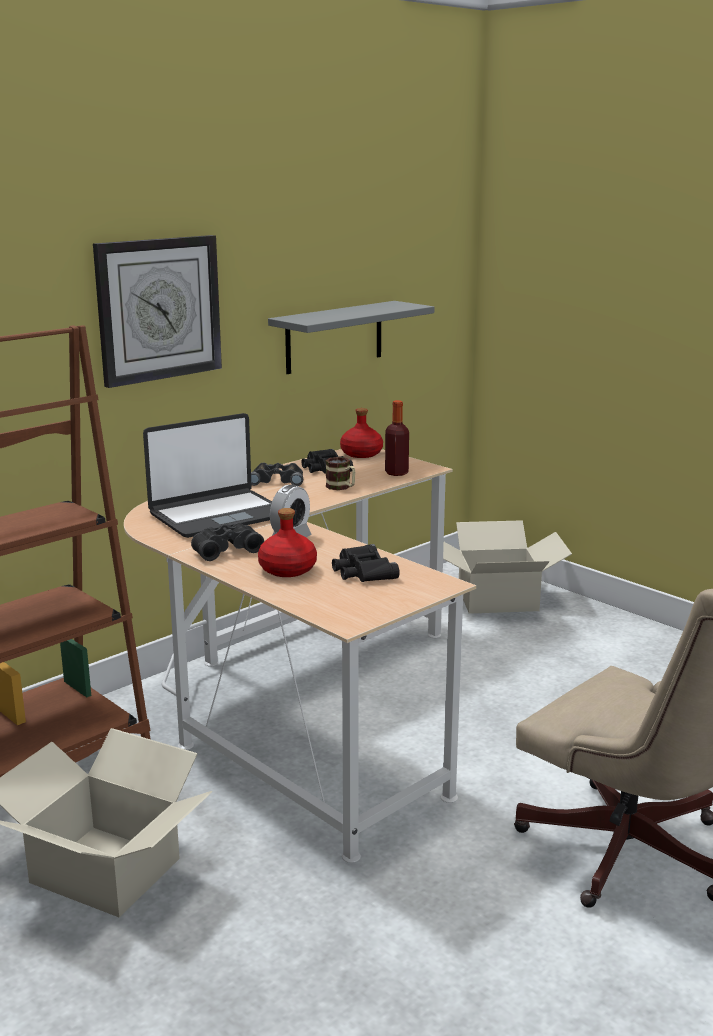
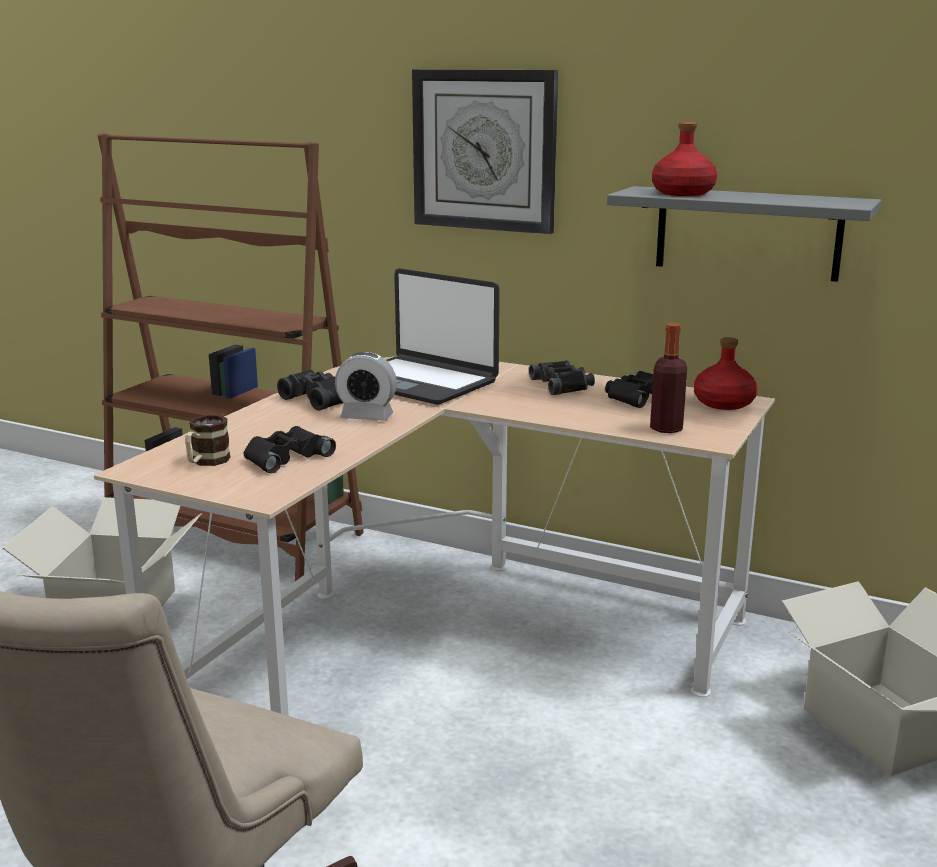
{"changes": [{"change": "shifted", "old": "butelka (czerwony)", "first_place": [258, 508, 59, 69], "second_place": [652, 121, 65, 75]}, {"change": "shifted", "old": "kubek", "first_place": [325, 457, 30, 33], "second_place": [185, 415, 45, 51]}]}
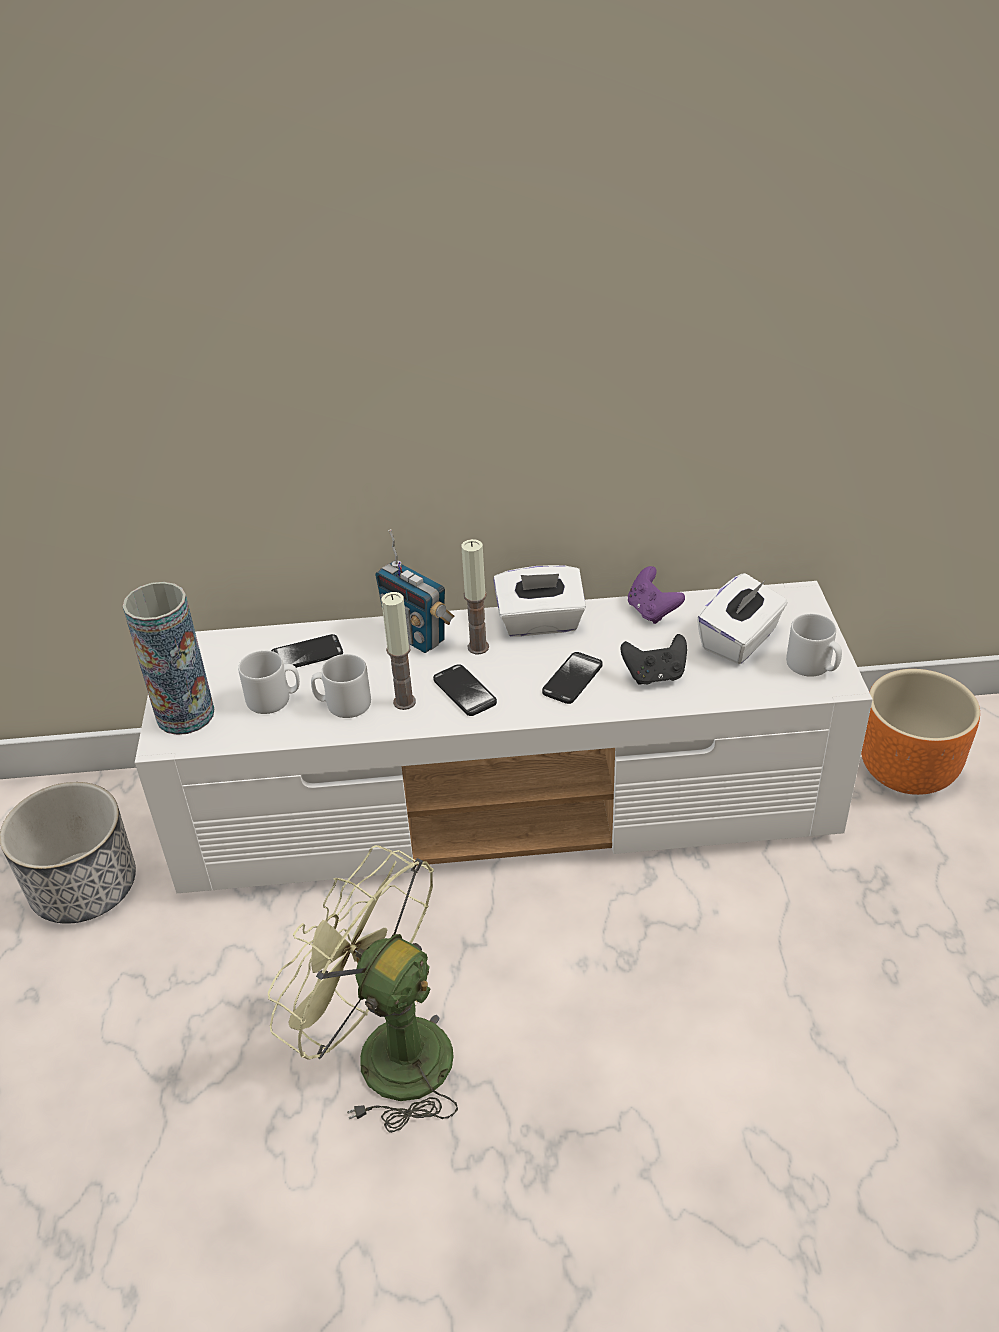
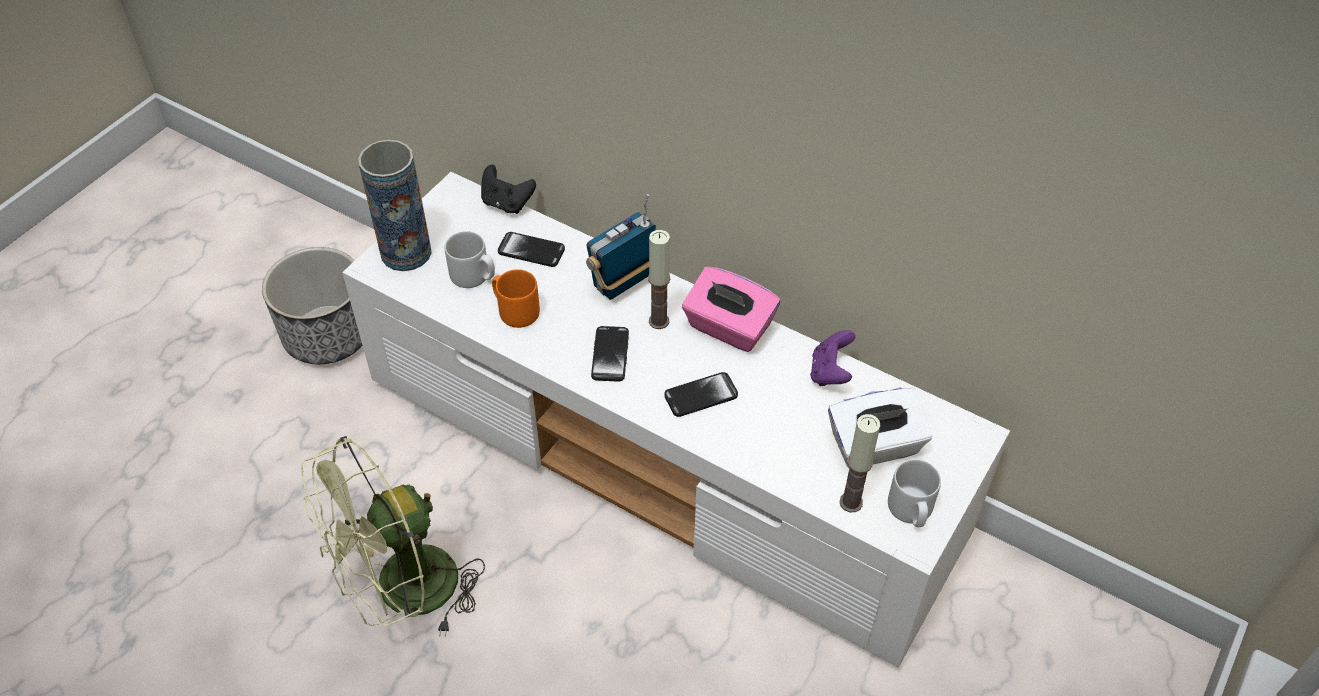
{"changes": [{"change": "gone", "old": "donica (pomarańczowy)", "first_place": [861, 669, 119, 126]}, {"change": "shifted", "old": "świeca", "first_place": [381, 592, 35, 118], "second_place": [839, 414, 41, 98]}, {"change": "shifted", "old": "pad do gier (czarny)", "first_place": [620, 634, 67, 51], "second_place": [481, 165, 55, 49]}, {"change": "repainted", "old": "kubek (szary)", "new": "kubek (pomarańczowy)", "first_place": [311, 654, 60, 64], "second_place": [492, 269, 48, 59]}, {"change": "repainted", "old": "pudełko chusteczek (biały)", "new": "pudełko chusteczek (różowy)", "first_place": [494, 565, 92, 72], "second_place": [682, 266, 98, 86]}, {"change": "rotated", "old": "wentylator (zielony)", "first_place": [268, 845, 190, 288], "second_place": [301, 436, 184, 201], "degrees": -105}, {"change": "rotated", "old": "radio", "first_place": [375, 529, 79, 124], "second_place": [586, 194, 70, 106], "degrees": 60}]}
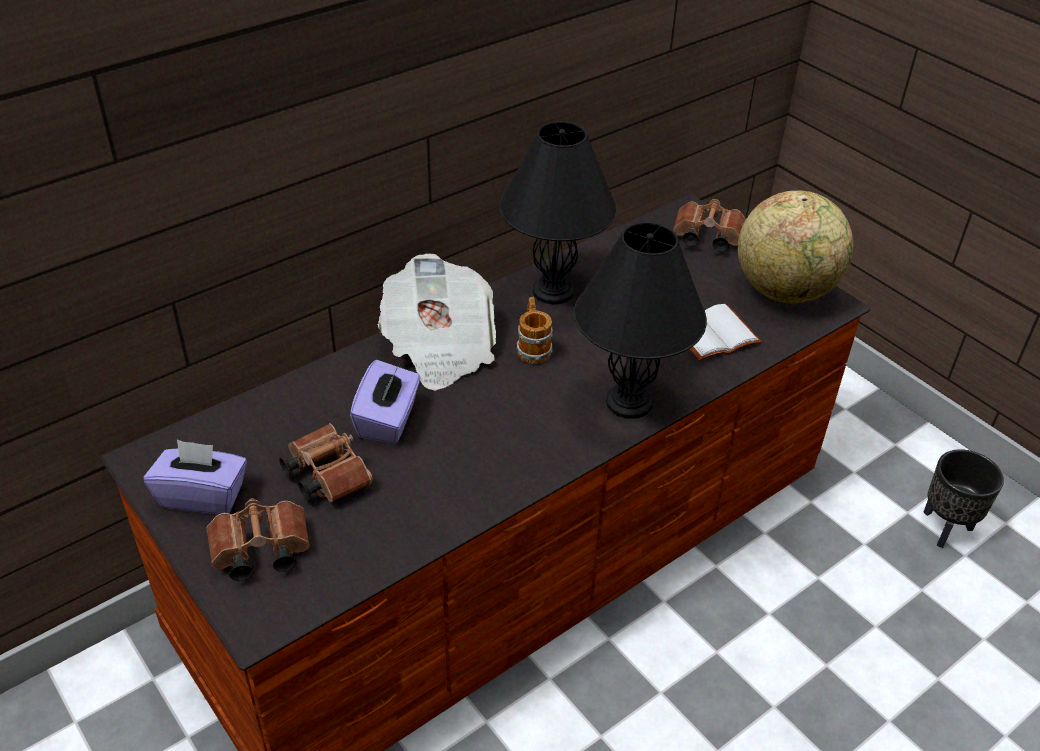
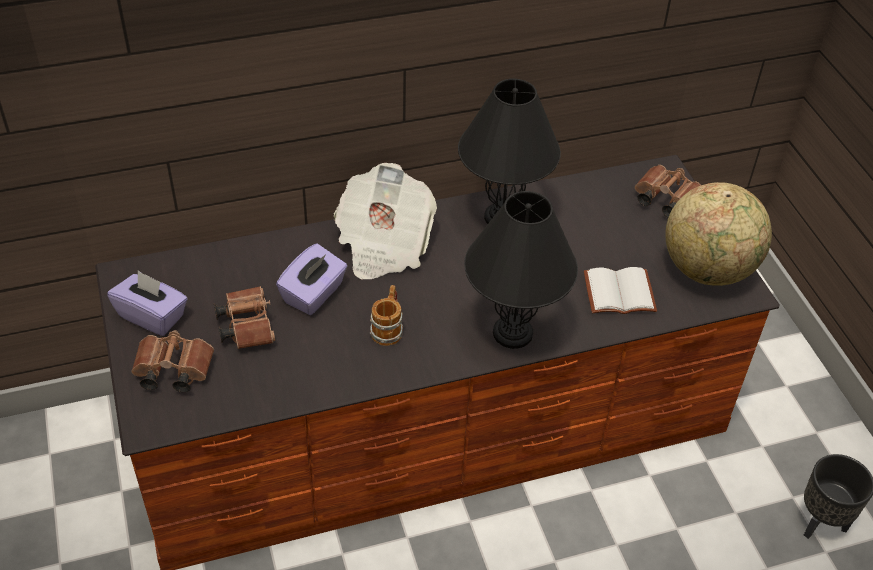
{"changes": [{"change": "shifted", "old": "kubek", "first_place": [517, 297, 36, 67], "second_place": [370, 285, 33, 61]}]}
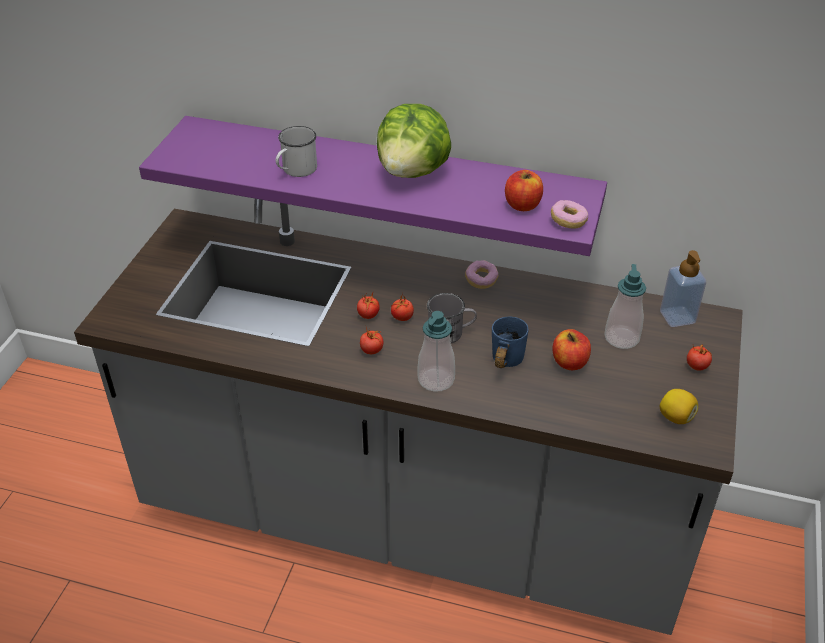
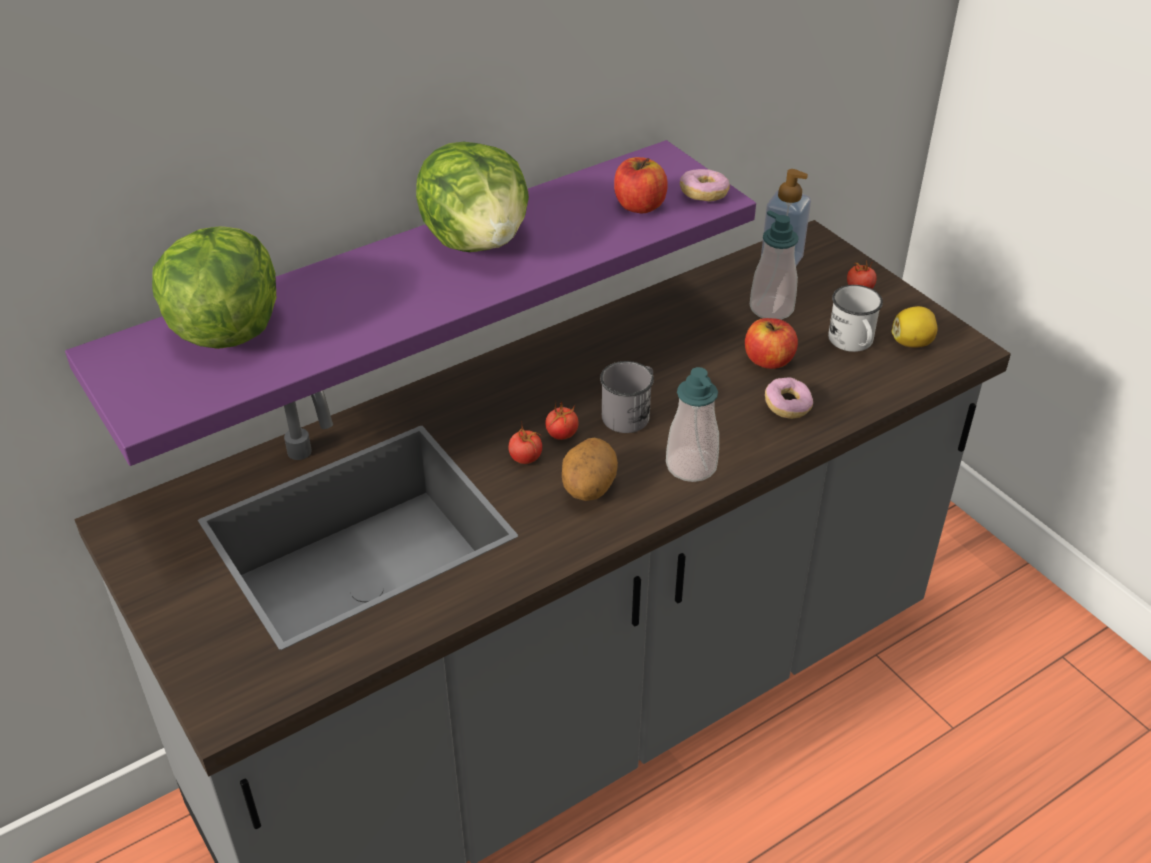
{"changes": [{"change": "gone", "old": "kubek (niebieski)", "first_place": [492, 317, 37, 51]}, {"change": "new", "new": "sałata", "second_place": [152, 226, 124, 123]}, {"change": "shifted", "old": "kubek (biały)", "first_place": [276, 126, 41, 51], "second_place": [828, 285, 55, 67]}, {"change": "shifted", "old": "donut", "first_place": [465, 260, 33, 29], "second_place": [765, 377, 48, 42]}, {"change": "swapped", "old": "pomidor", "new": "ziemniak", "first_place": [360, 327, 23, 27], "second_place": [562, 438, 56, 63]}]}
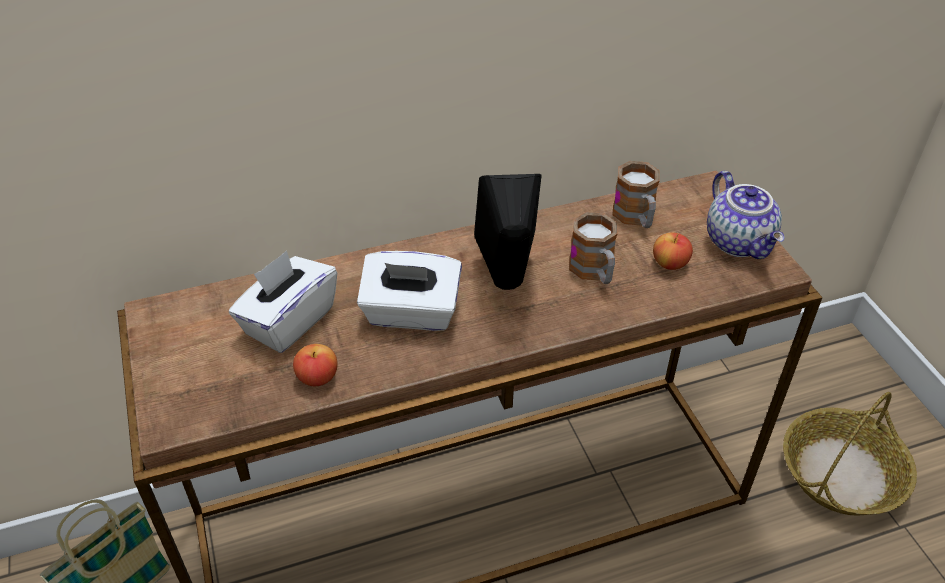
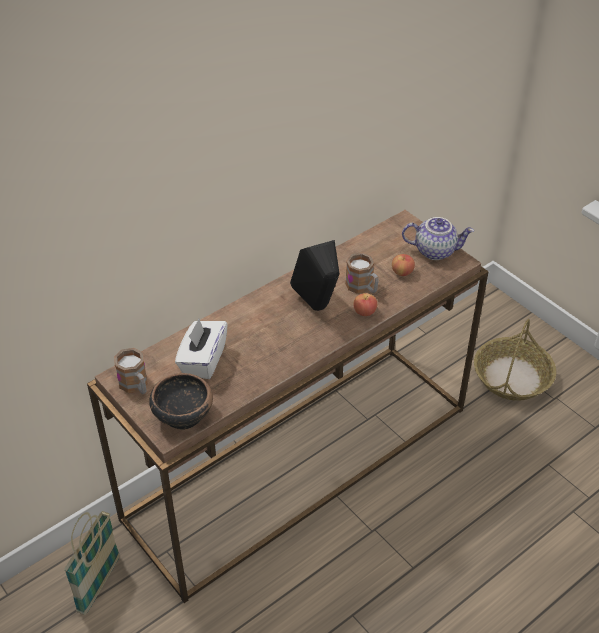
{"changes": [{"change": "gone", "old": "pudełko chusteczek (biały)", "first_place": [357, 251, 105, 80]}, {"change": "new", "new": "miska", "second_place": [149, 373, 64, 57]}, {"change": "shifted", "old": "jabłko", "first_place": [293, 344, 45, 42], "second_place": [353, 293, 24, 23]}, {"change": "shifted", "old": "kubek", "first_place": [613, 161, 47, 67], "second_place": [114, 348, 34, 46]}, {"change": "rotated", "old": "imbryk", "first_place": [707, 171, 77, 88], "second_place": [402, 217, 72, 43], "degrees": -45}]}
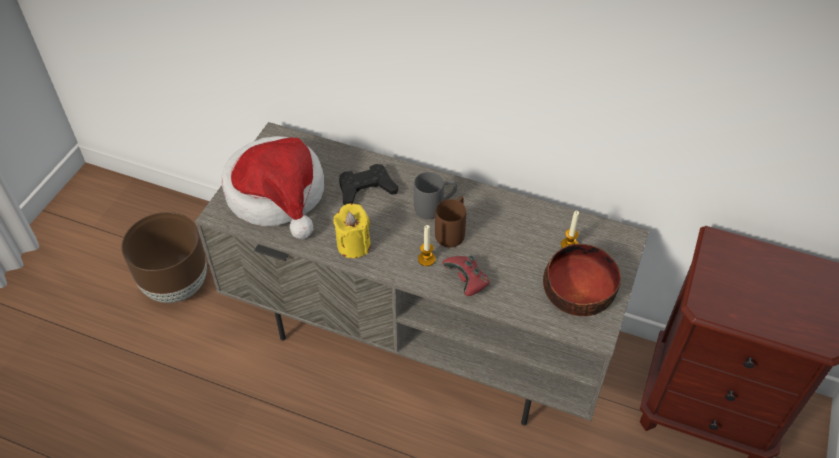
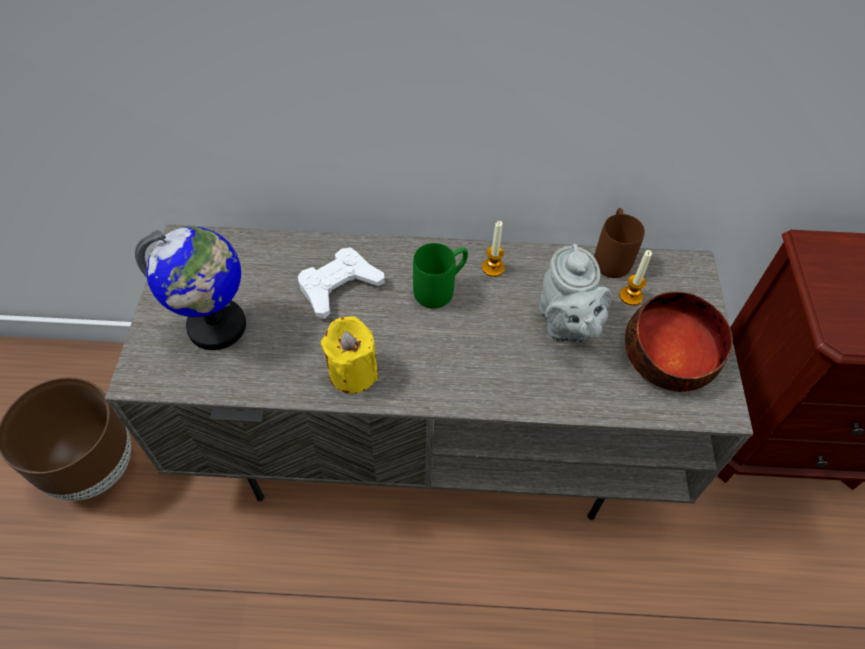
{"changes": [{"change": "gone", "old": "pad do gier (czerwony)", "first_place": [443, 255, 47, 41]}, {"change": "new", "new": "imbryk (szary)", "second_place": [539, 244, 72, 99]}, {"change": "shifted", "old": "świeca", "first_place": [418, 225, 18, 41], "second_place": [482, 221, 23, 56]}, {"change": "shifted", "old": "kubek (brązowy)", "first_place": [435, 196, 31, 51], "second_place": [594, 208, 51, 70]}, {"change": "swapped", "old": "kapelusz", "new": "globus", "first_place": [222, 136, 102, 103], "second_place": [135, 227, 111, 123]}, {"change": "repainted", "old": "pad do gier (czarny)", "new": "pad do gier (biały)", "first_place": [339, 164, 59, 41], "second_place": [298, 248, 87, 71]}, {"change": "repainted", "old": "kubek (szary)", "new": "kubek (zielony)", "first_place": [414, 172, 43, 47], "second_place": [413, 243, 55, 66]}]}
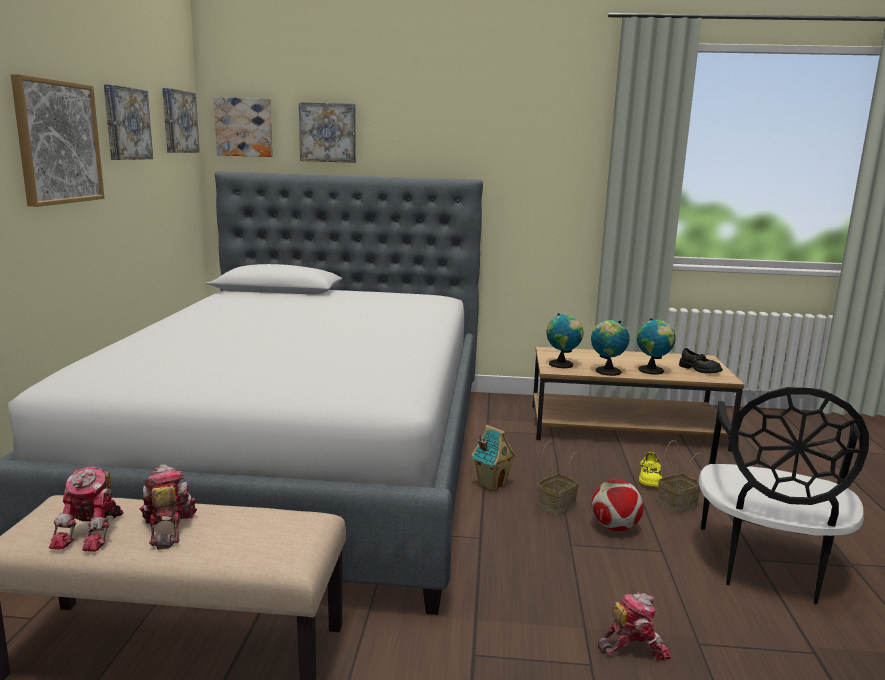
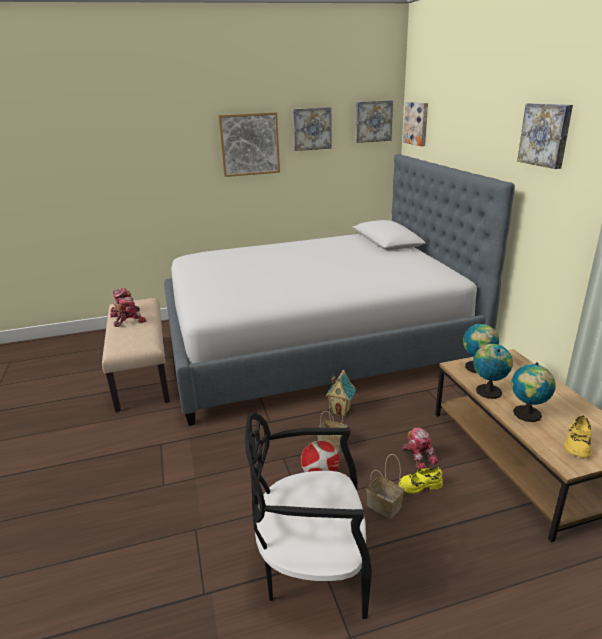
{"changes": [{"change": "shifted", "old": "obraz", "first_place": [299, 102, 57, 61], "second_place": [517, 103, 56, 66]}, {"change": "shifted", "old": "robot zabawkowy", "first_place": [598, 592, 74, 68], "second_place": [402, 427, 37, 42]}, {"change": "repainted", "old": "but (czarny)", "new": "but (żółty)", "first_place": [679, 348, 44, 26], "second_place": [564, 415, 28, 43]}]}
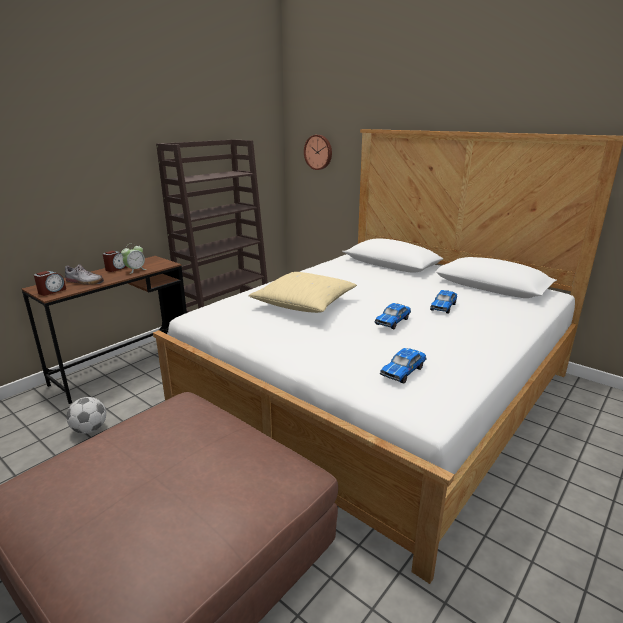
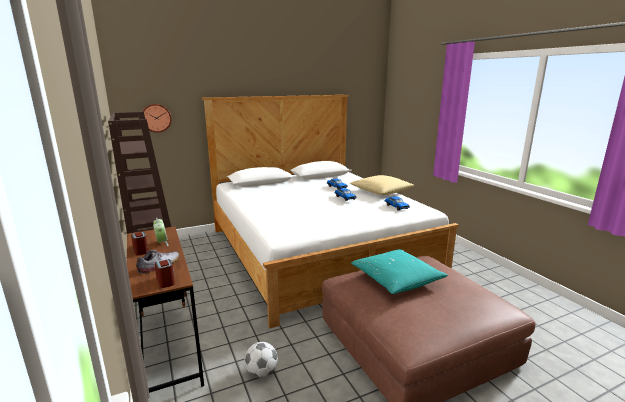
{"changes": [{"change": "new", "new": "poduszka (turkusowy)", "second_place": [351, 249, 97, 45]}, {"change": "shifted", "old": "poduszka (beżowy)", "first_place": [249, 272, 108, 41], "second_place": [350, 175, 64, 20]}]}
